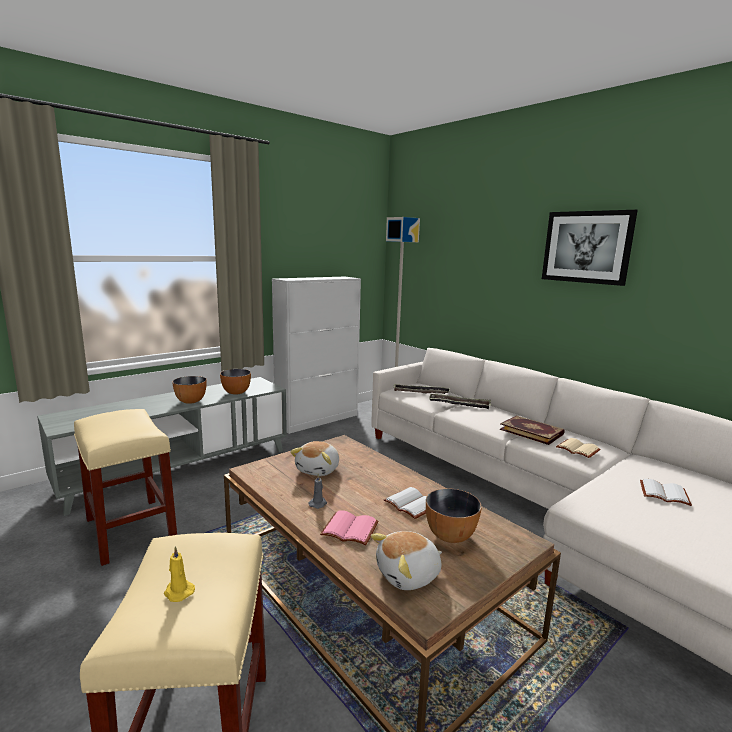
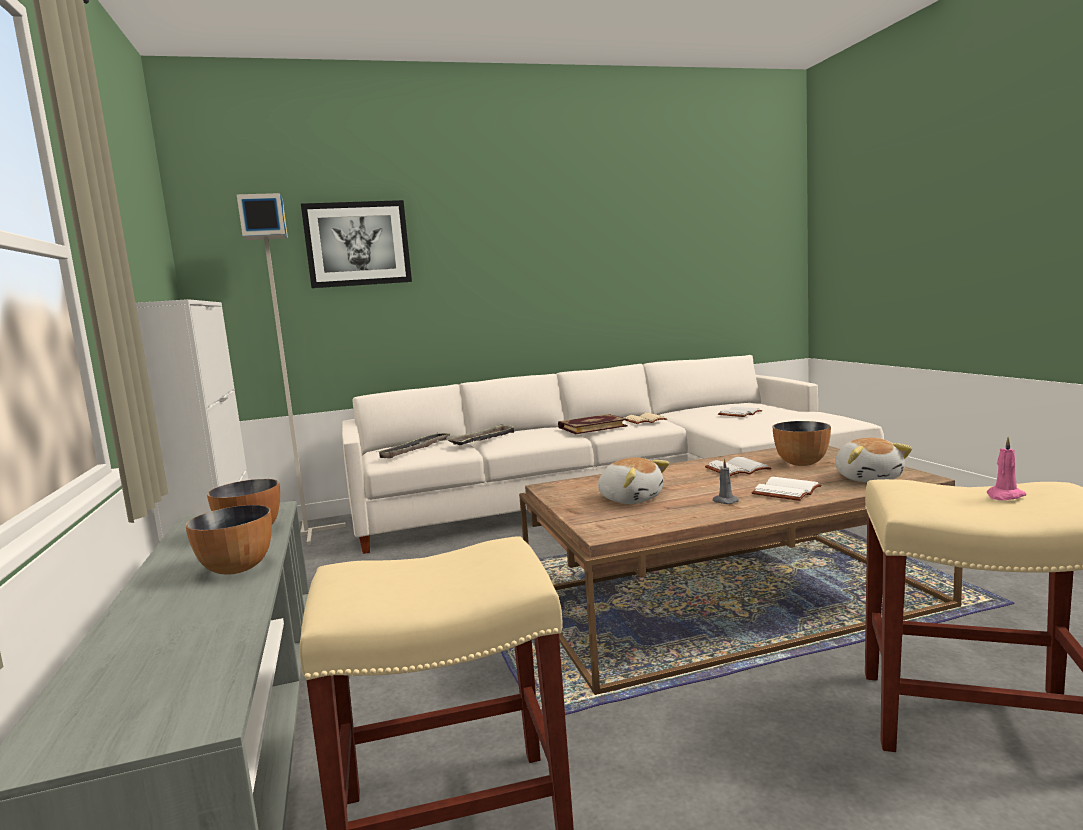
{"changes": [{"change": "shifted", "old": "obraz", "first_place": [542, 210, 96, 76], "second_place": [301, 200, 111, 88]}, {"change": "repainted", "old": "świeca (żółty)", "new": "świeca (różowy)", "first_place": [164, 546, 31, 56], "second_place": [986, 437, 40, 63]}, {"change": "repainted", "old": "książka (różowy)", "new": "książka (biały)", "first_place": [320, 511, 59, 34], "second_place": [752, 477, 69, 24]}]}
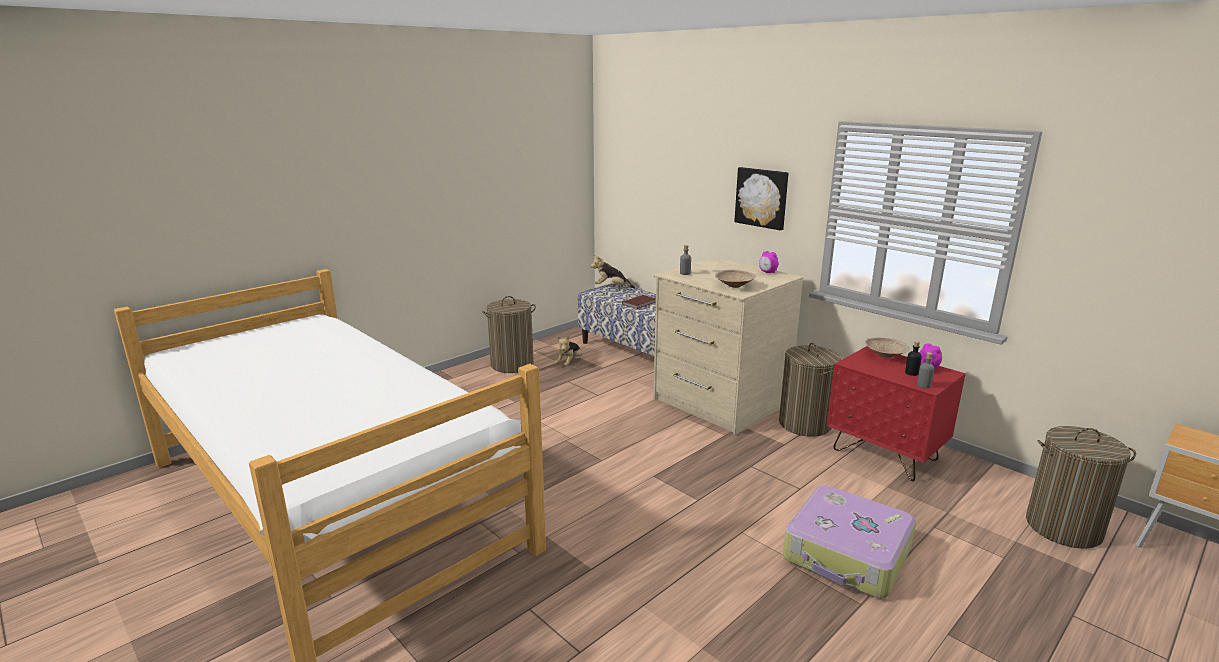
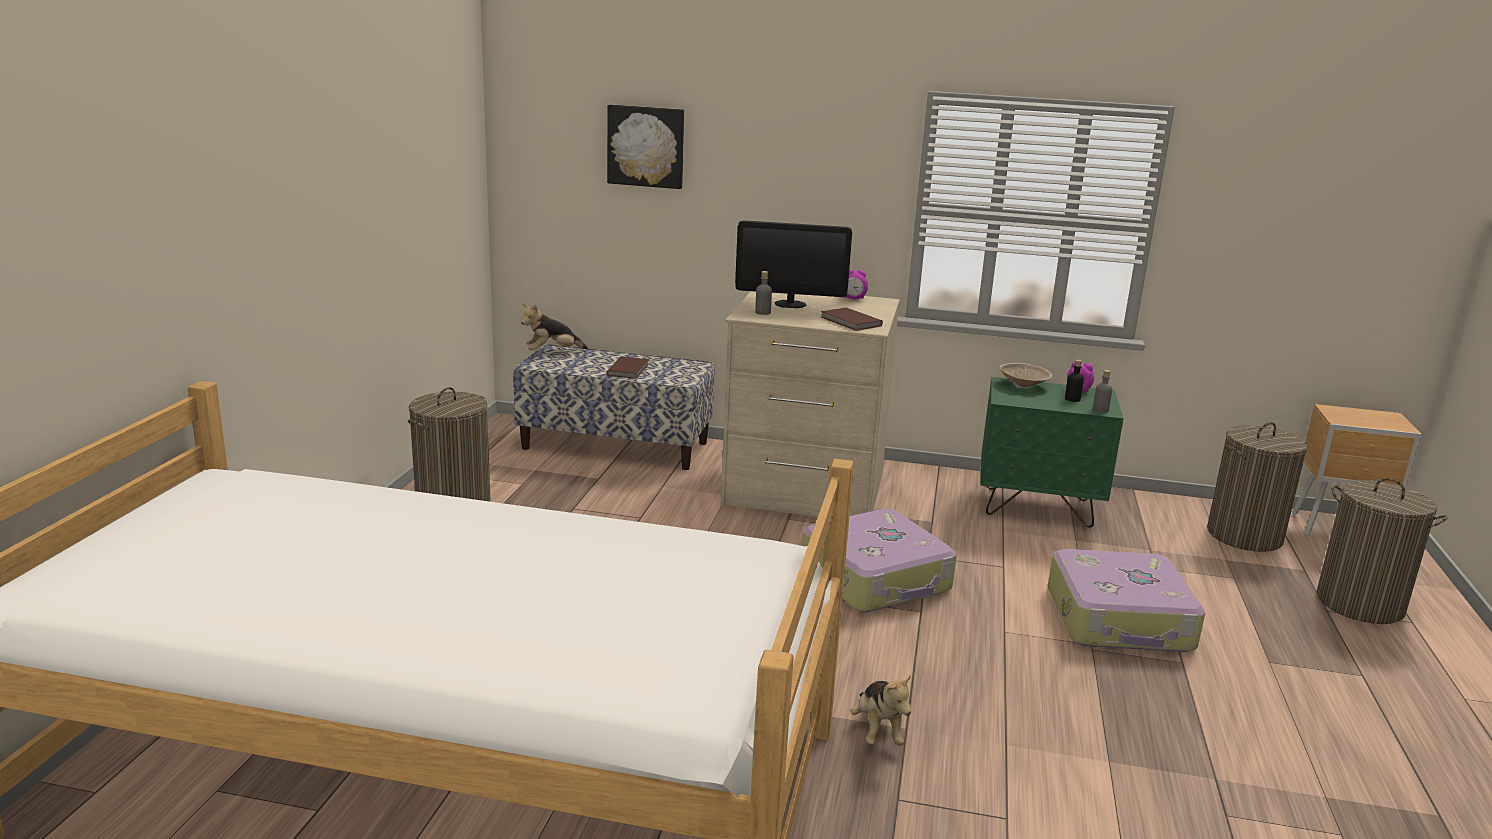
{"changes": [{"change": "new", "new": "monitor", "second_place": [735, 220, 117, 88]}, {"change": "new", "new": "walizka", "second_place": [802, 509, 155, 103]}, {"change": "shifted", "old": "pluszak", "first_place": [555, 336, 27, 30], "second_place": [850, 675, 61, 71]}, {"change": "shifted", "old": "obraz", "first_place": [734, 167, 55, 63], "second_place": [607, 105, 77, 84]}, {"change": "shifted", "old": "kosz na pranie", "first_place": [779, 343, 62, 94], "second_place": [1316, 478, 132, 146]}, {"change": "swapped", "old": "miska (beżowy)", "new": "książka (brązowy)", "first_place": [715, 269, 41, 19], "second_place": [821, 308, 62, 23]}, {"change": "repainted", "old": "szafka nocna (czerwony)", "new": "szafka nocna (zielony)", "first_place": [827, 346, 139, 135], "second_place": [980, 377, 144, 151]}]}
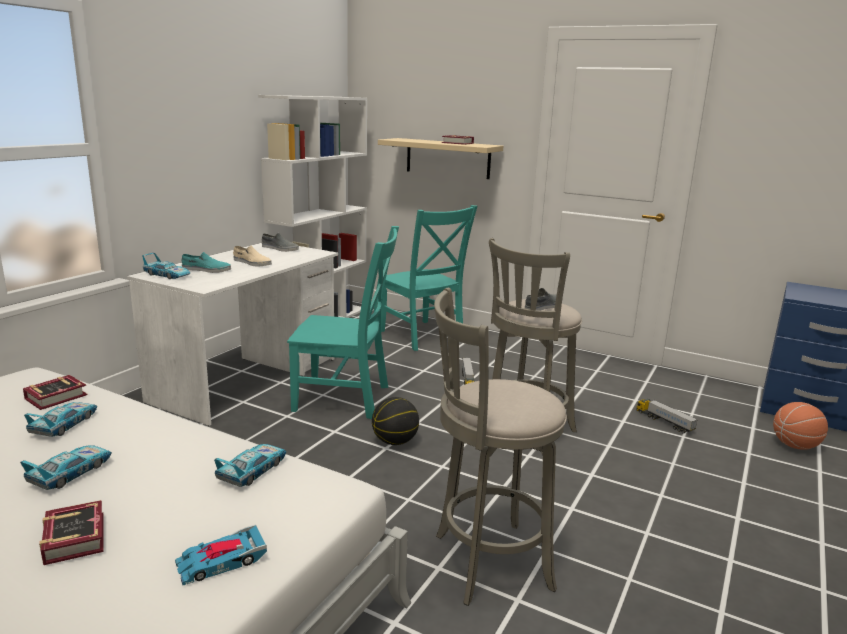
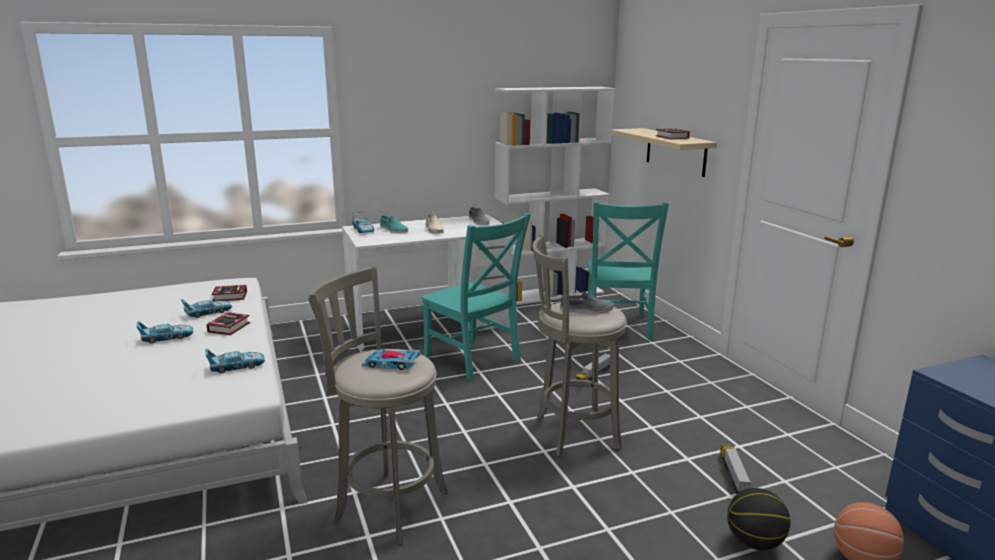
{"changes": [{"change": "shifted", "old": "książka", "first_place": [39, 500, 65, 65], "second_place": [206, 312, 45, 23]}, {"change": "shifted", "old": "samochodzik", "first_place": [175, 524, 92, 61], "second_place": [362, 349, 58, 21]}, {"change": "shifted", "old": "piłka do koszykówki", "first_place": [372, 397, 47, 48], "second_place": [727, 488, 63, 62]}]}
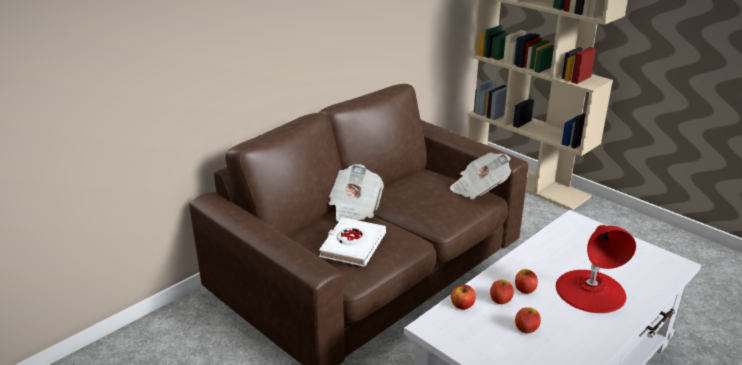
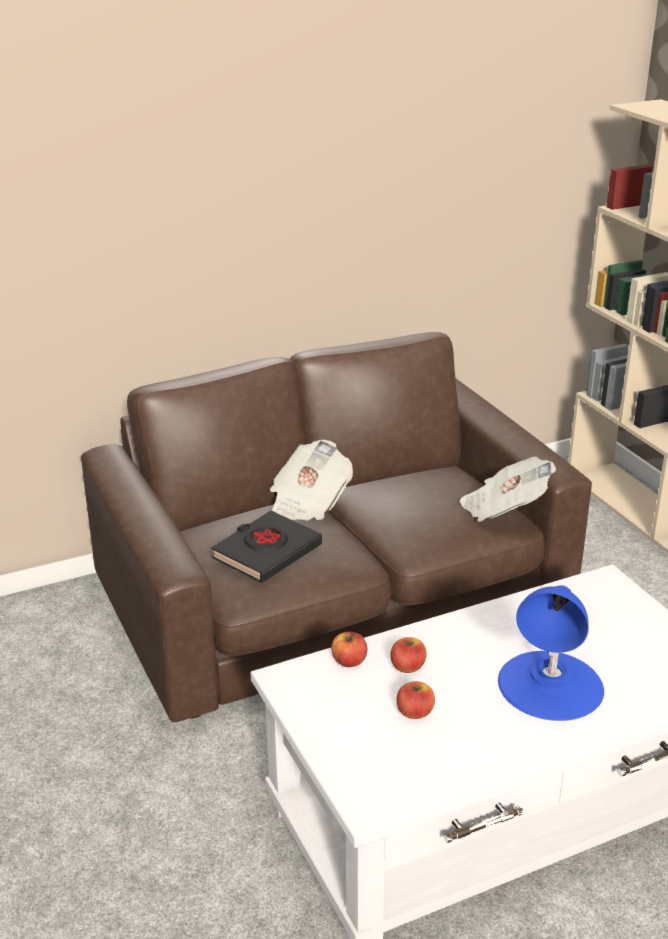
{"changes": [{"change": "gone", "old": "jabłko", "first_place": [515, 269, 23, 25]}, {"change": "repainted", "old": "książka (biały)", "new": "książka (czarny)", "first_place": [319, 217, 67, 50], "second_place": [211, 511, 111, 72]}, {"change": "repainted", "old": "lampa stołowa (czerwony)", "new": "lampa stołowa (niebieski)", "first_place": [556, 225, 80, 88], "second_place": [498, 585, 106, 136]}]}
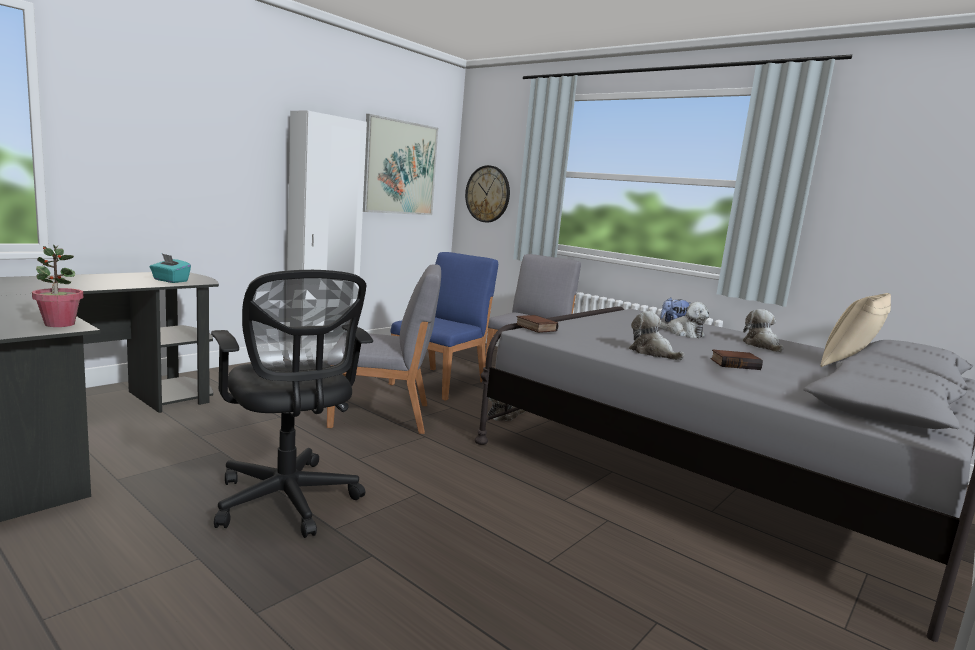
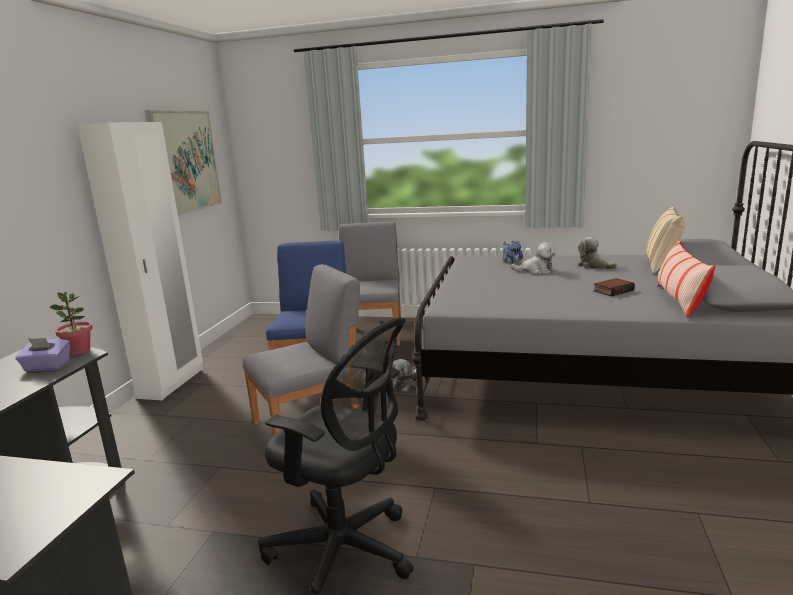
{"changes": [{"change": "gone", "old": "zegar ścienny", "first_place": [465, 165, 45, 57]}, {"change": "gone", "old": "książka", "first_place": [516, 315, 43, 18]}, {"change": "gone", "old": "pluszak", "first_place": [629, 311, 56, 49]}, {"change": "new", "new": "poduszka", "second_place": [657, 240, 58, 78]}, {"change": "shifted", "old": "roślina doniczkowa", "first_place": [32, 245, 51, 82], "second_place": [49, 292, 44, 63]}, {"change": "repainted", "old": "pudełko chusteczek (turkusowy)", "new": "pudełko chusteczek (fioletowy)", "first_place": [149, 254, 42, 29], "second_place": [15, 338, 55, 33]}]}
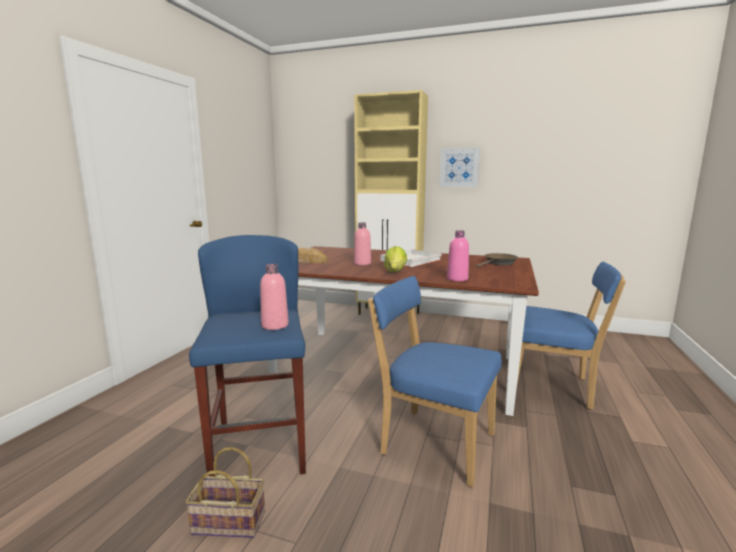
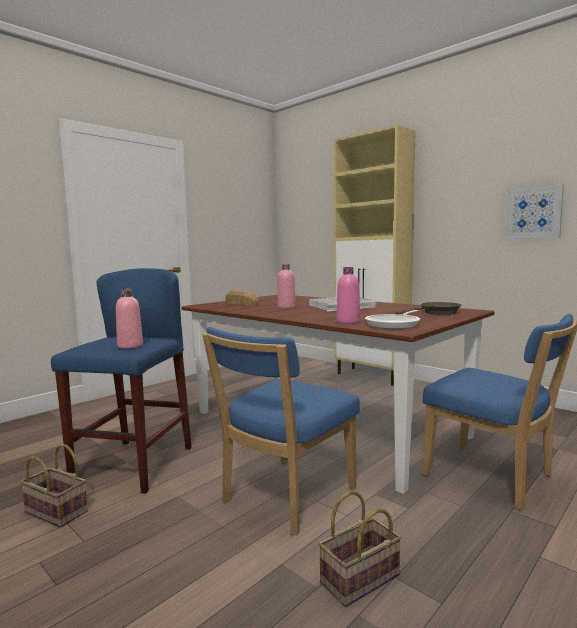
{"changes": [{"change": "gone", "old": "sałata", "first_place": [384, 246, 23, 26]}, {"change": "new", "new": "koszyk", "second_place": [318, 491, 84, 116]}, {"change": "new", "new": "patelnia", "second_place": [365, 310, 55, 19]}, {"change": "shifted", "old": "obraz", "first_place": [439, 147, 41, 40], "second_place": [504, 184, 60, 55]}, {"change": "rotated", "old": "krzesło (niebieski)", "first_place": [368, 276, 134, 211], "second_place": [202, 327, 158, 208], "degrees": -105}]}
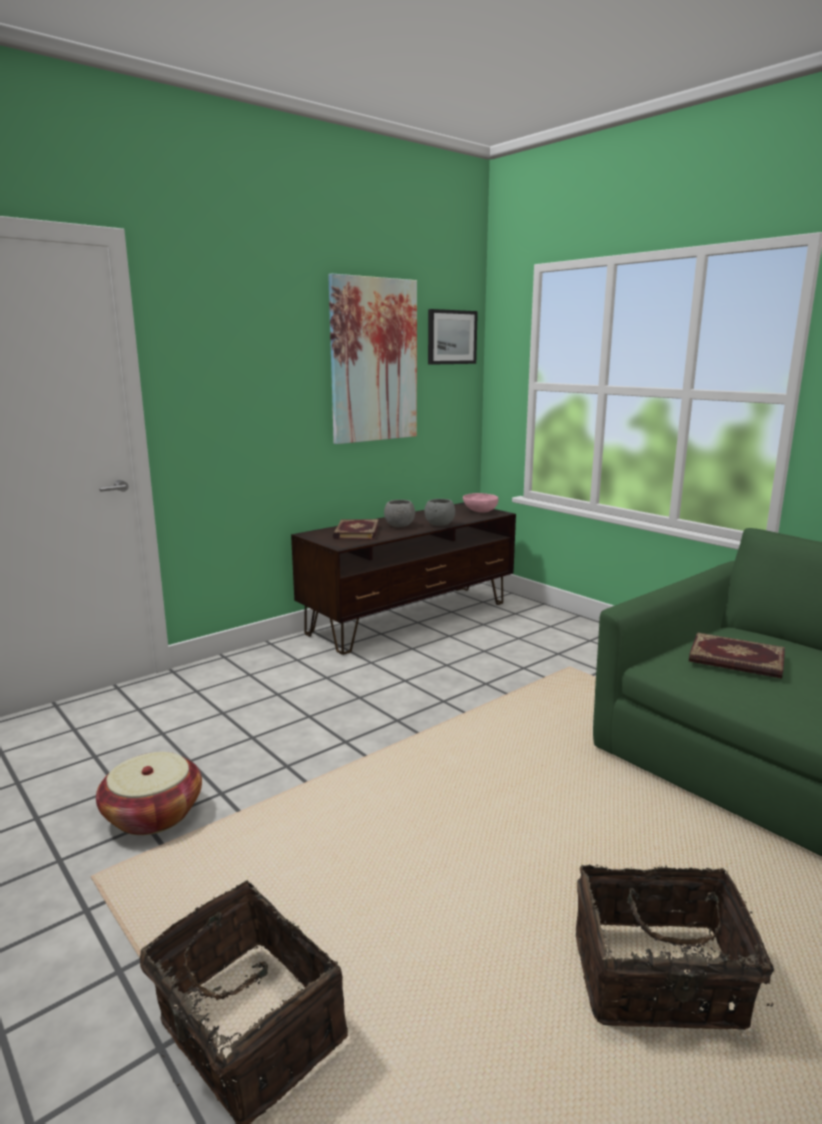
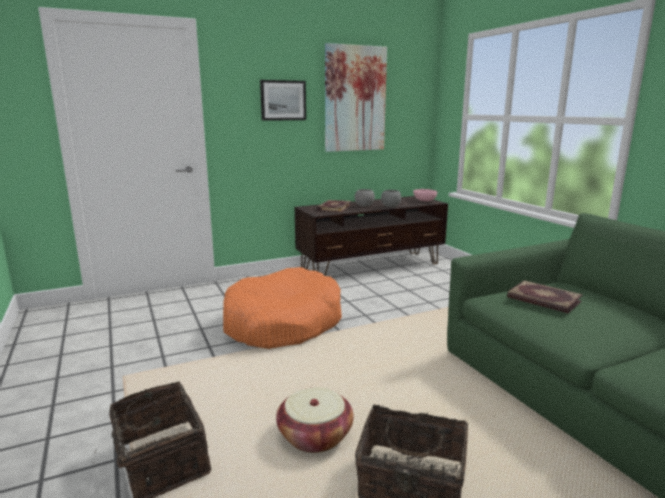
{"changes": [{"change": "new", "new": "legowisko (pomarańczowy)", "second_place": [223, 267, 119, 82]}, {"change": "shifted", "old": "koszyk", "first_place": [96, 752, 106, 83], "second_place": [276, 387, 78, 66]}, {"change": "shifted", "old": "obraz", "first_place": [428, 309, 50, 56], "second_place": [260, 80, 46, 41]}]}
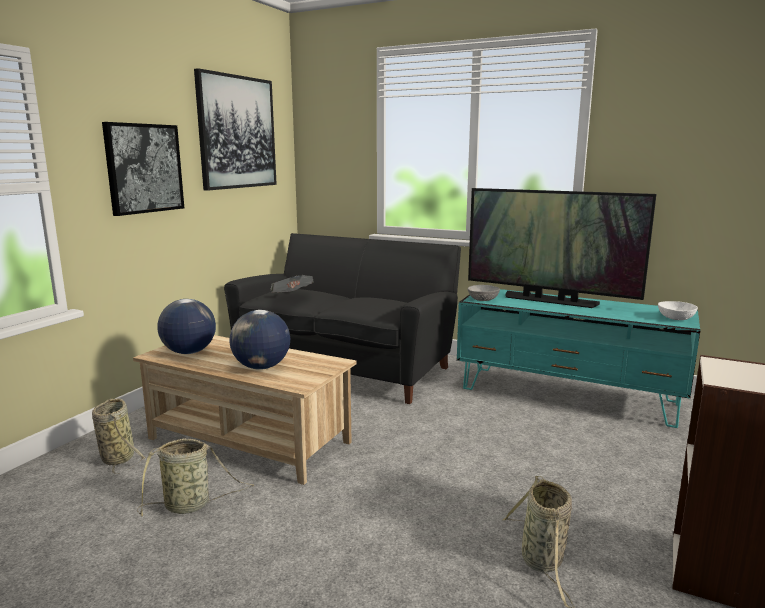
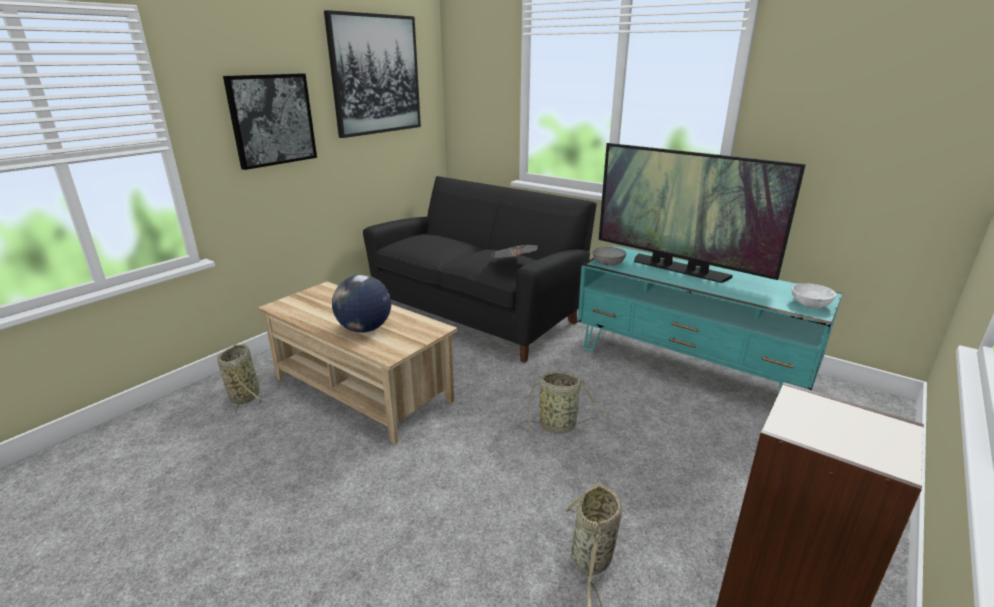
{"changes": [{"change": "gone", "old": "globus", "first_place": [157, 299, 59, 55]}, {"change": "shifted", "old": "koszyk", "first_place": [137, 438, 118, 78], "second_place": [520, 372, 93, 62]}, {"change": "shifted", "old": "gazeta", "first_place": [270, 275, 43, 18], "second_place": [491, 245, 47, 13]}]}
